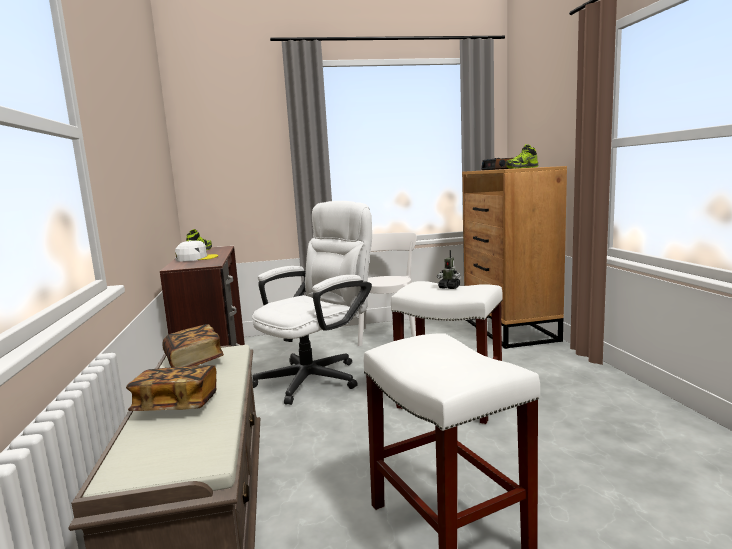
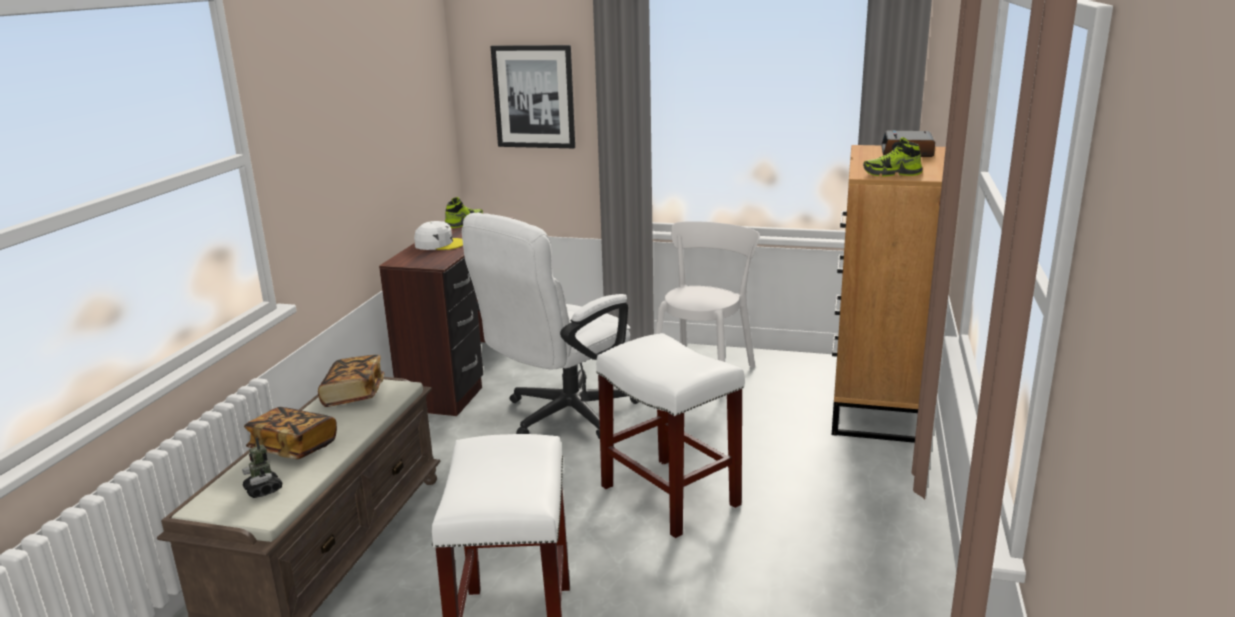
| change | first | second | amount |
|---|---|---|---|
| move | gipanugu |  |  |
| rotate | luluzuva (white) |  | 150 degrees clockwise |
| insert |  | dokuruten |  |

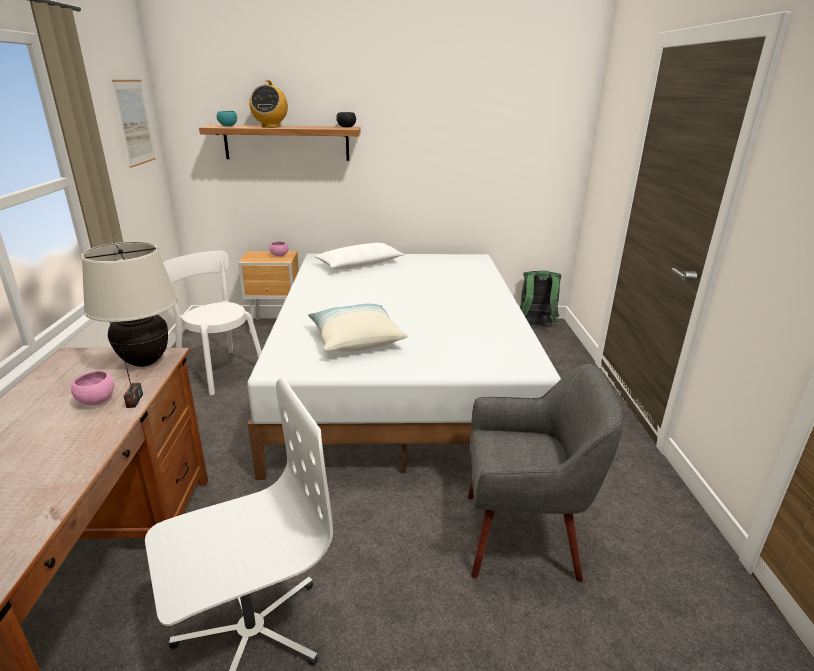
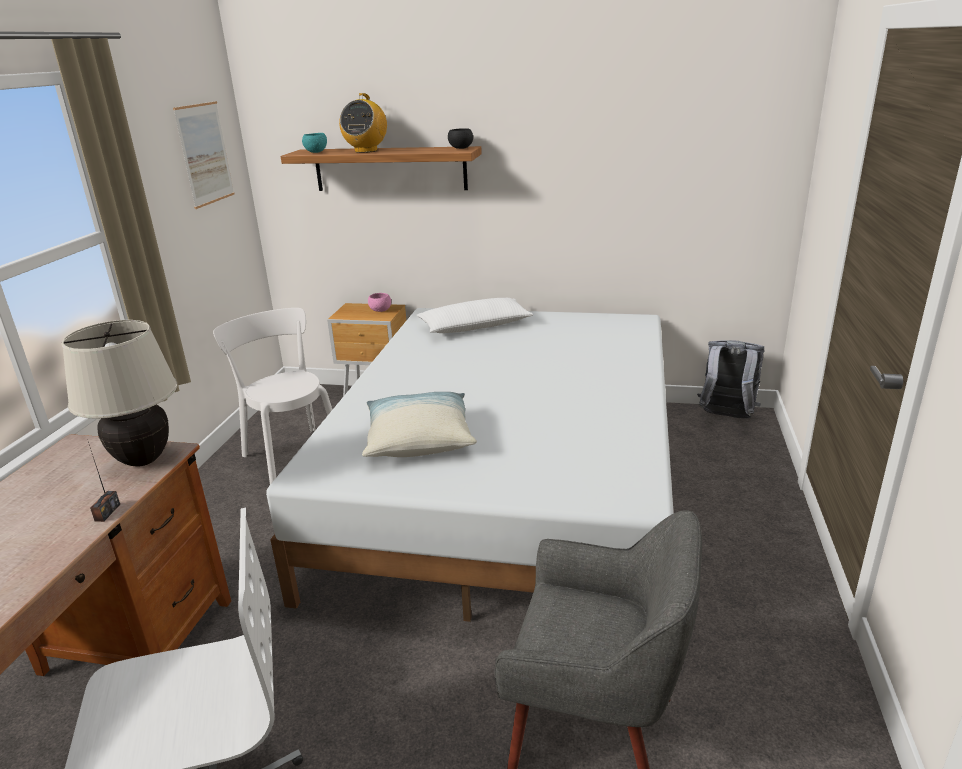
| change | first | second | amount |
|---|---|---|---|
| recolor | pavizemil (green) | pavizemil (grey) |  |
| delete | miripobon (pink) (1st from left) |  |  |

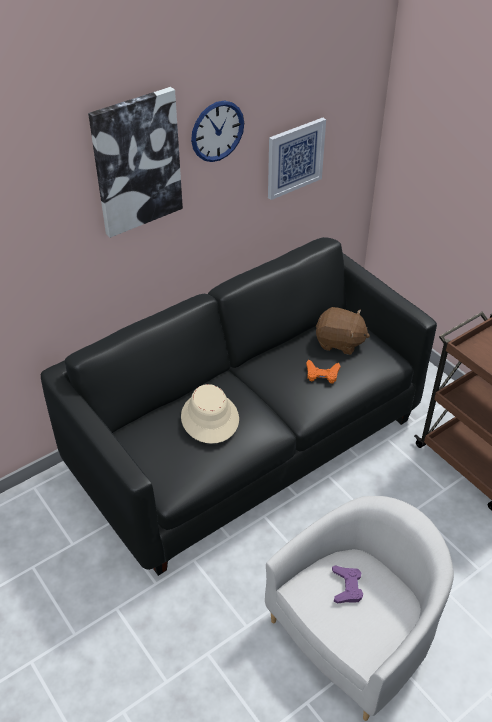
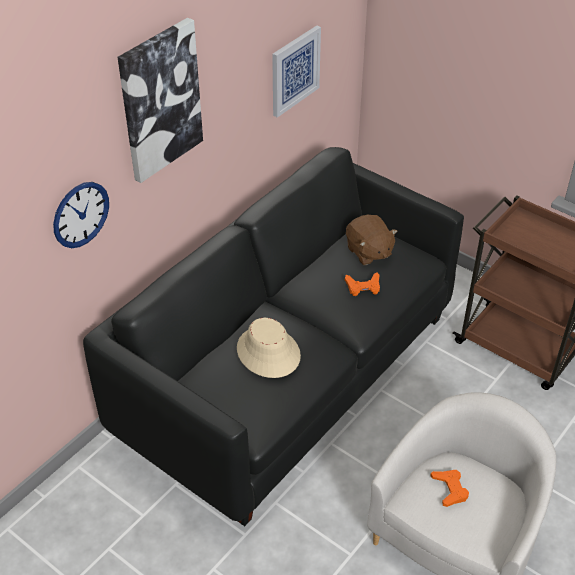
| change | first | second | amount |
|---|---|---|---|
| move | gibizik |  |  |
| rotate | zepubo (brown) |  | 60 degrees clockwise |
| recolor | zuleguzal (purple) | zuleguzal (orange) (2nd from left) |  |

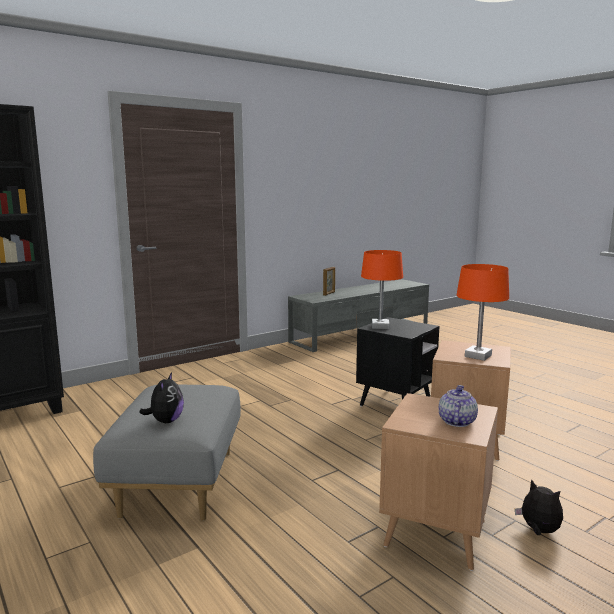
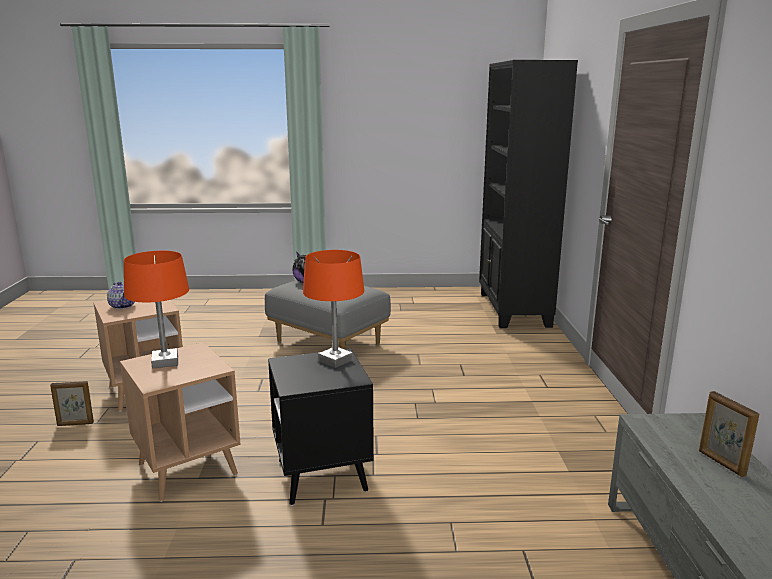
| change | first | second | amount |
|---|---|---|---|
| replace | zepubo (2nd from left) | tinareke (1st from left) |  |

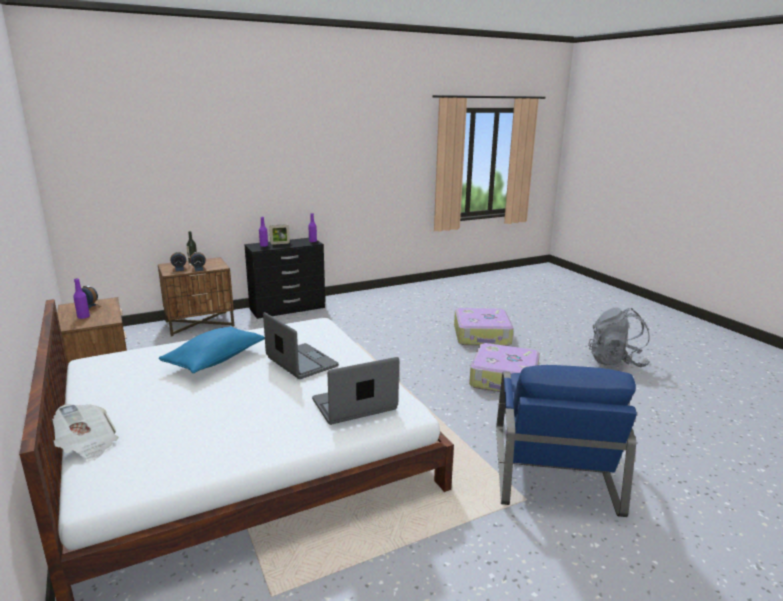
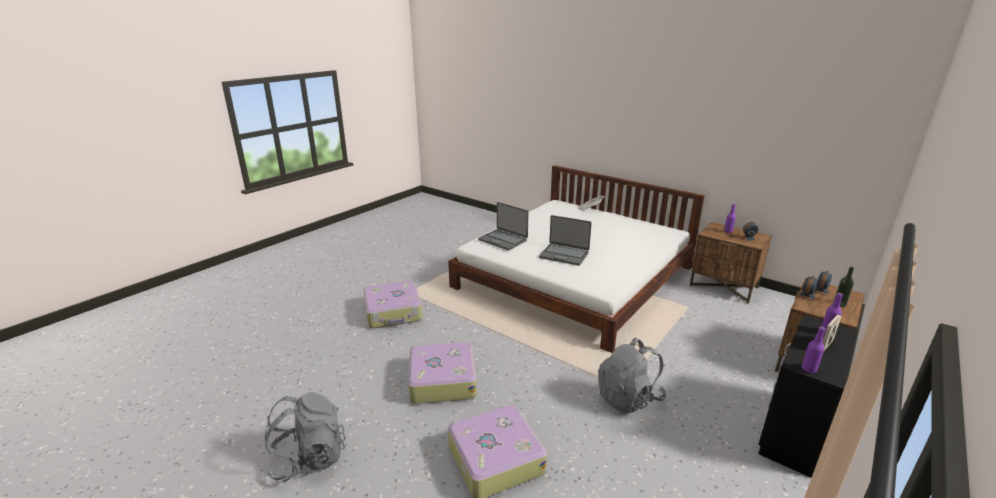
| change | first | second | amount |
|---|---|---|---|
| replace | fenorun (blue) | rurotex (1st from left) |  |
| rotate | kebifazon (2nd from left in the first image) | kebifazon (1st from left) | 90 degrees clockwise |
| insert |  | pavizemil (grey) (2nd from left) |  |
| delete | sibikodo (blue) |  |  |

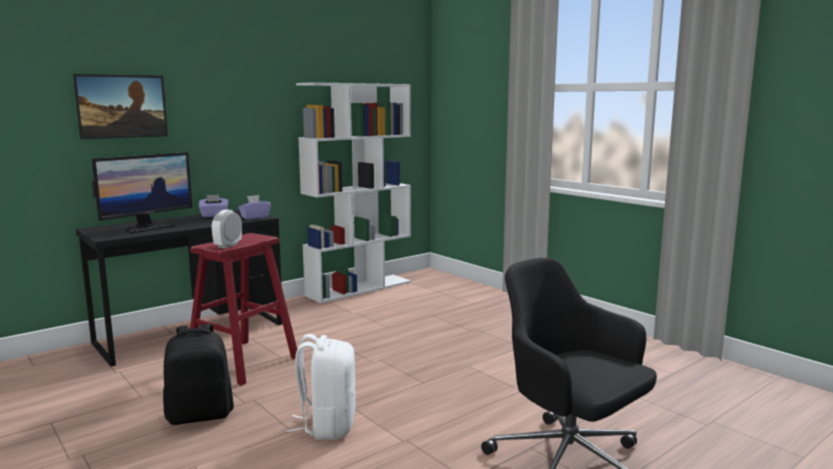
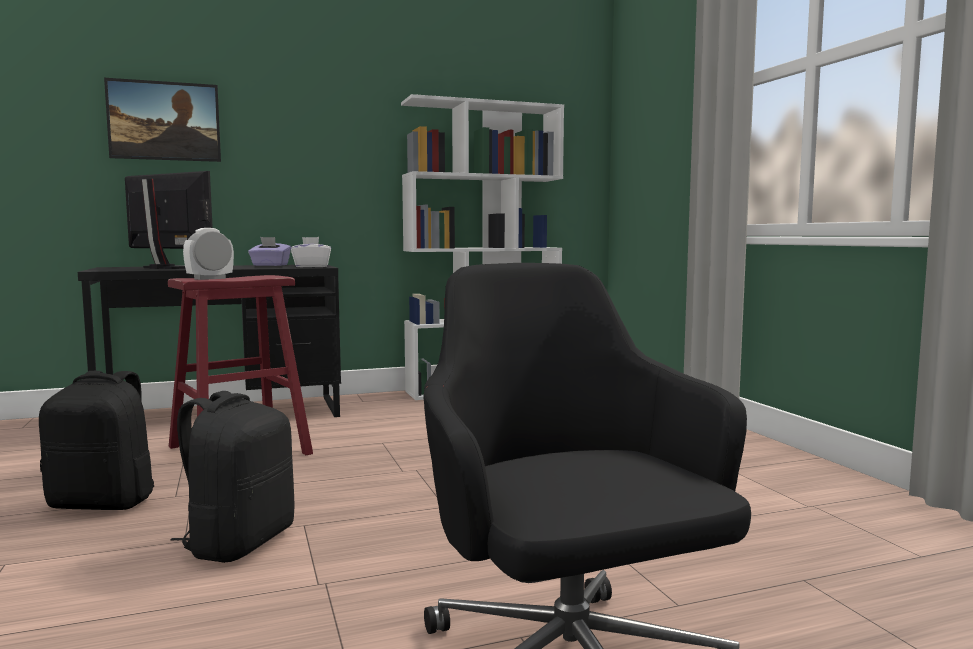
| change | first | second | amount |
|---|---|---|---|
| rotate | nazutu |  | 120 degrees counterclockwise |
| recolor | pavizemil (white) | pavizemil (black) (2nd from left) |  |
| recolor | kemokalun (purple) (2nd from left) | kemokalun (white) |  |

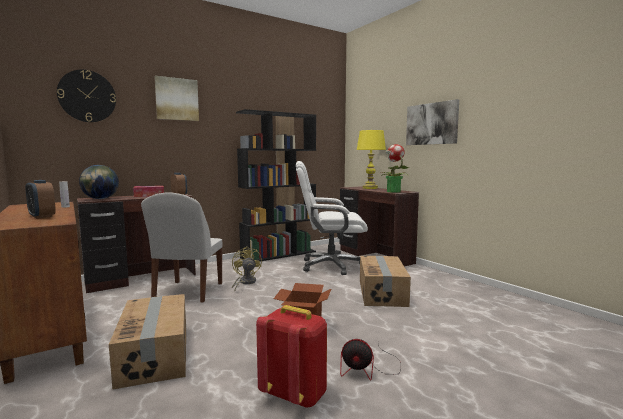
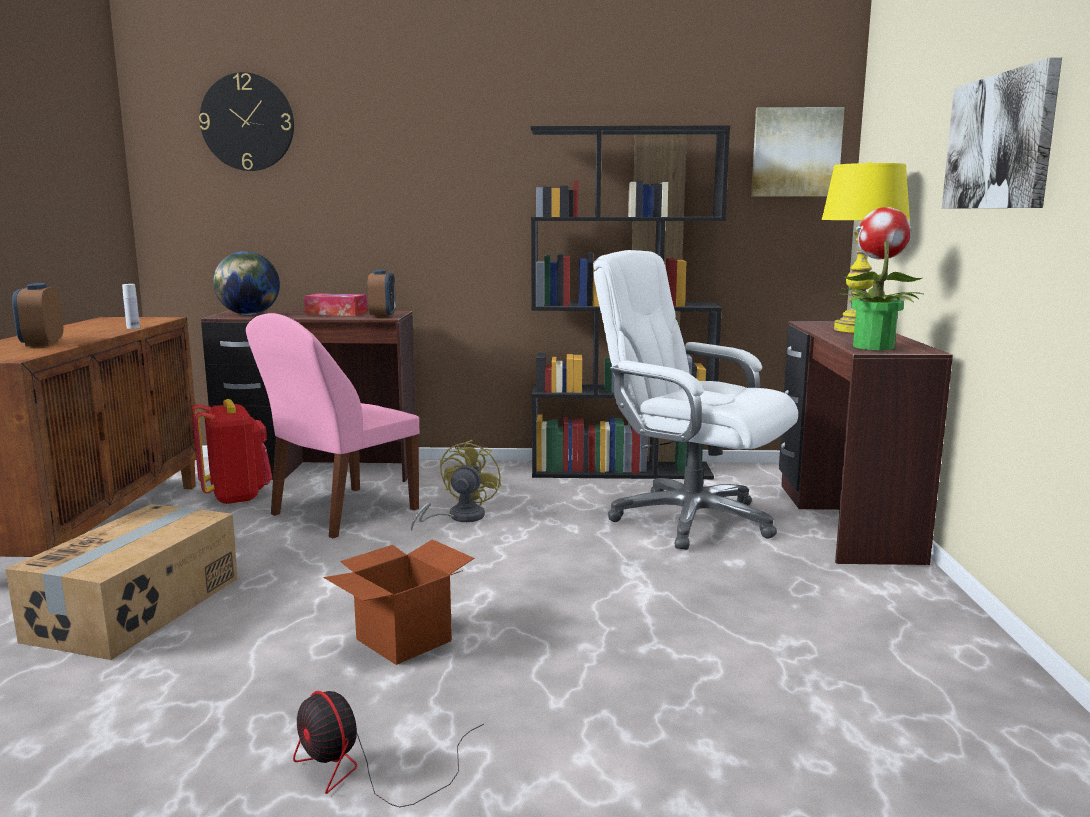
| change | first | second | amount |
|---|---|---|---|
| move | pavizemil (red) |  |  |
| recolor | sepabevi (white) | sepabevi (pink) |  |
| move | dokuruten (1st from left) |  |  |
| delete | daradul (3rd from left) |  |  |

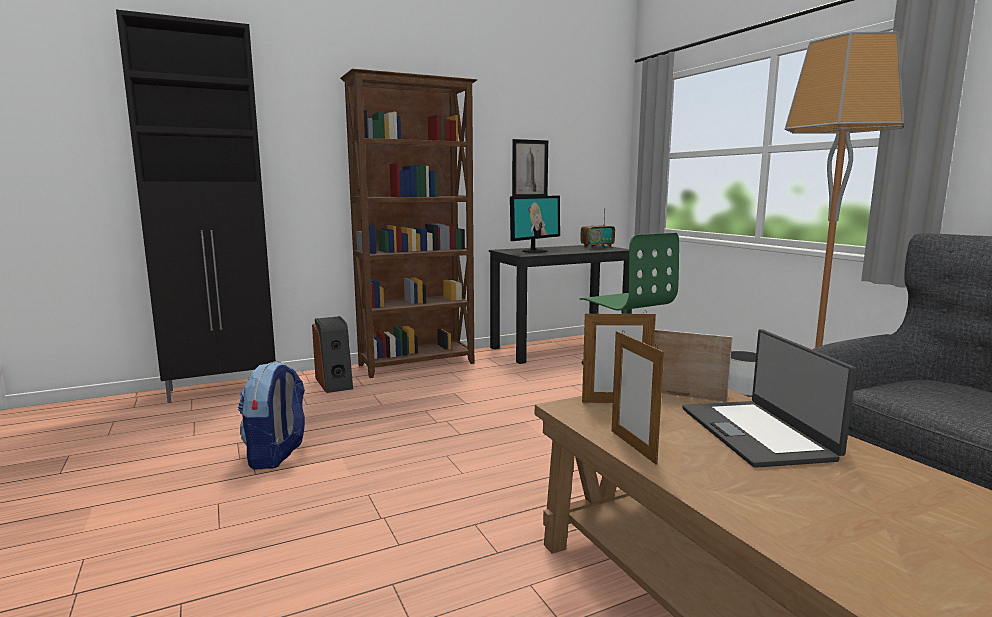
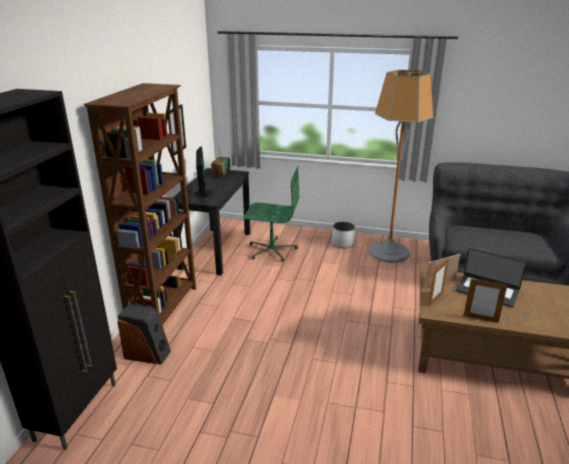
| change | first | second | amount |
|---|---|---|---|
| delete | pavizemil |  |  |

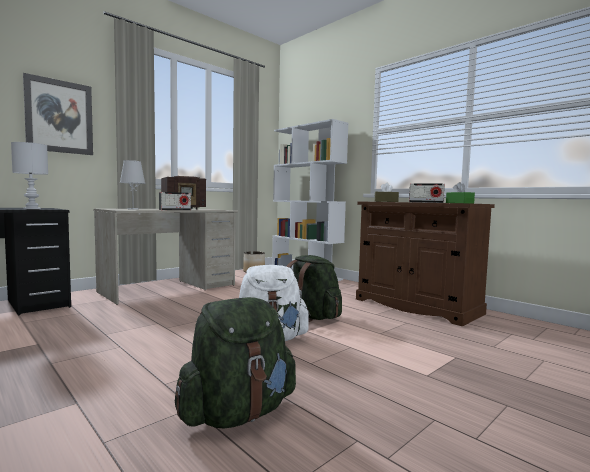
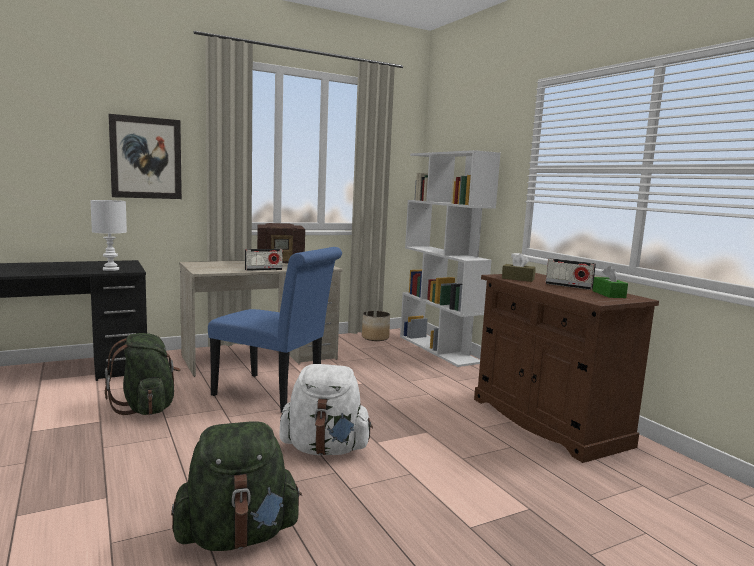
| change | first | second | amount |
|---|---|---|---|
| move | pavizemil (green) (2nd from left in the first image) | pavizemil (green) (1st from left) |  |
| insert |  | sepabevi (blue) |  |
| delete | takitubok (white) (2nd from left) |  |  |

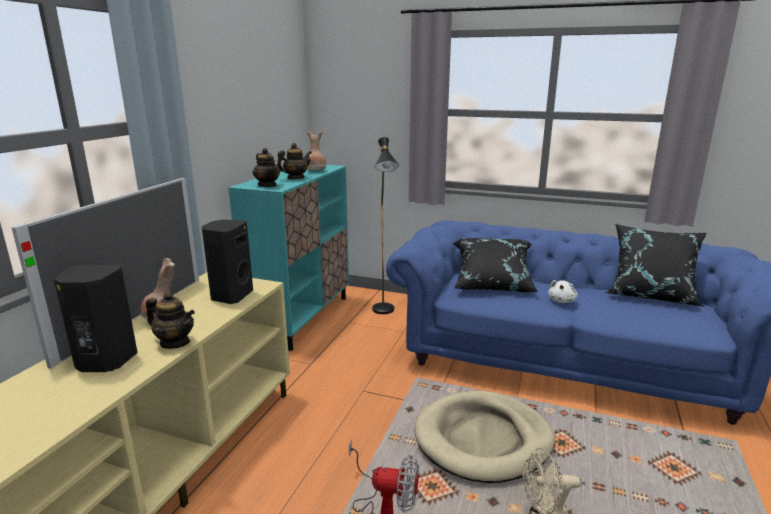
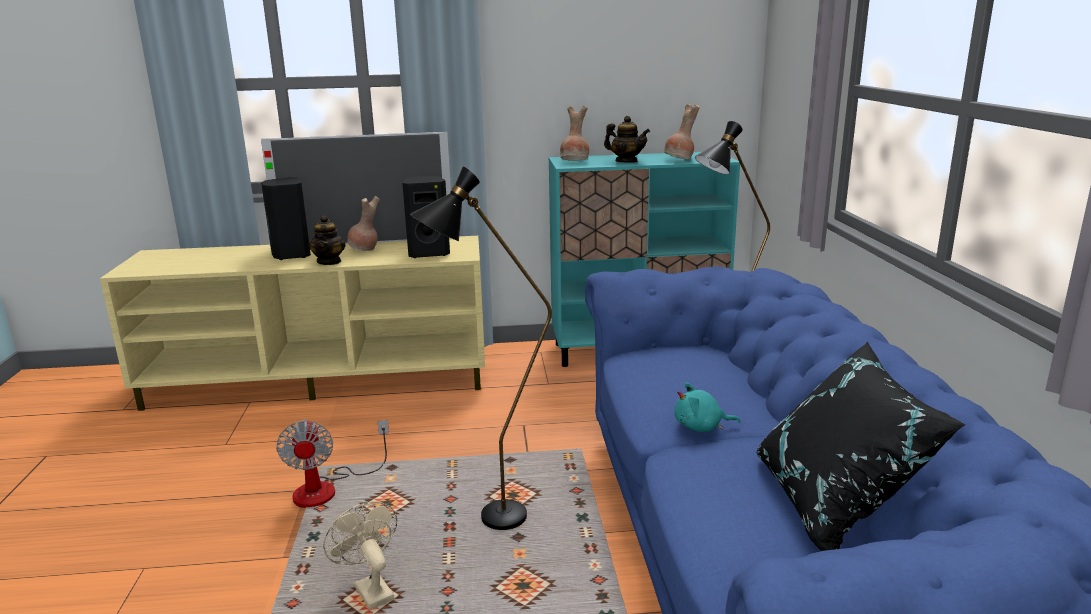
| change | first | second | amount |
|---|---|---|---|
| replace | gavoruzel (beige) | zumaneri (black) (1st from left) |  |
| replace | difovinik (2nd from left) | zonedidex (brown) (2nd from left) |  |
| recolor | zepubo (white) | zepubo (turquoise) |  |
| delete | sibikodo (black) (1st from left) |  |  |

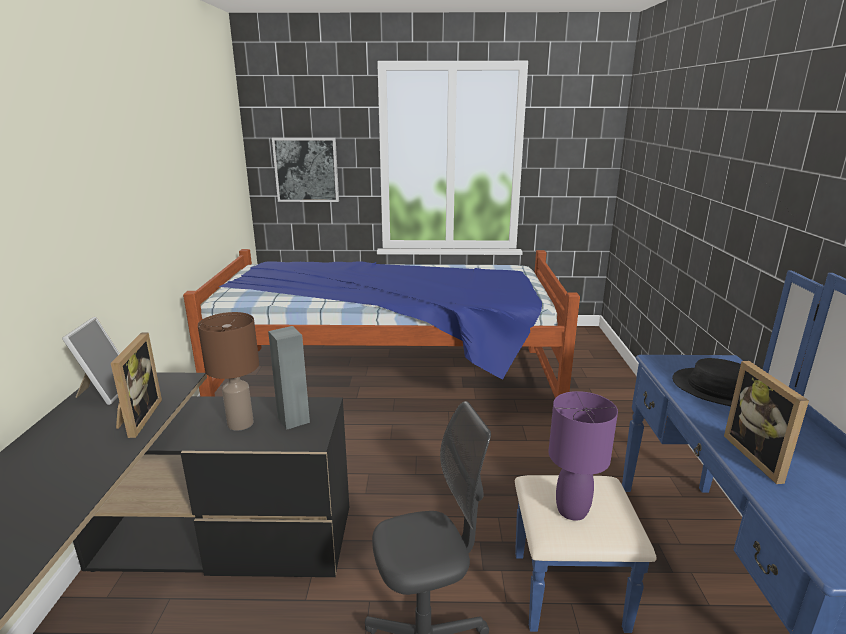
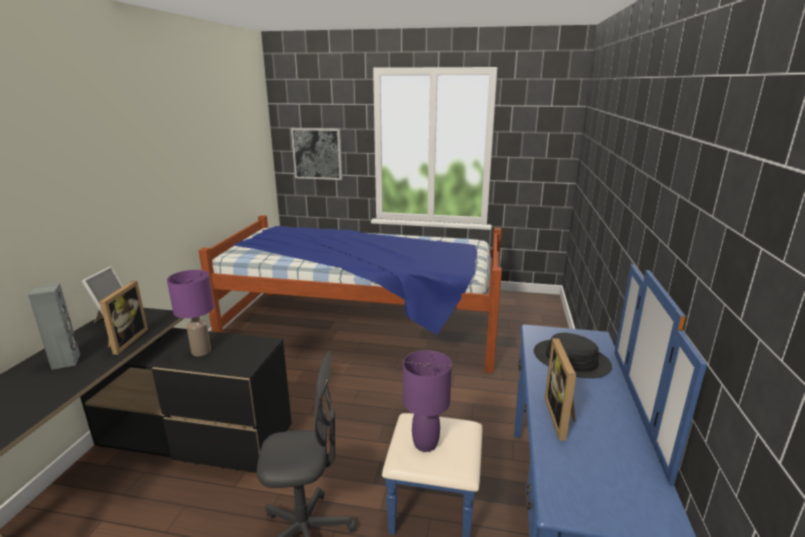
| change | first | second | amount |
|---|---|---|---|
| move | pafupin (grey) |  |  |
| recolor | takitubok (brown) | takitubok (purple) (1st from left) |  |

